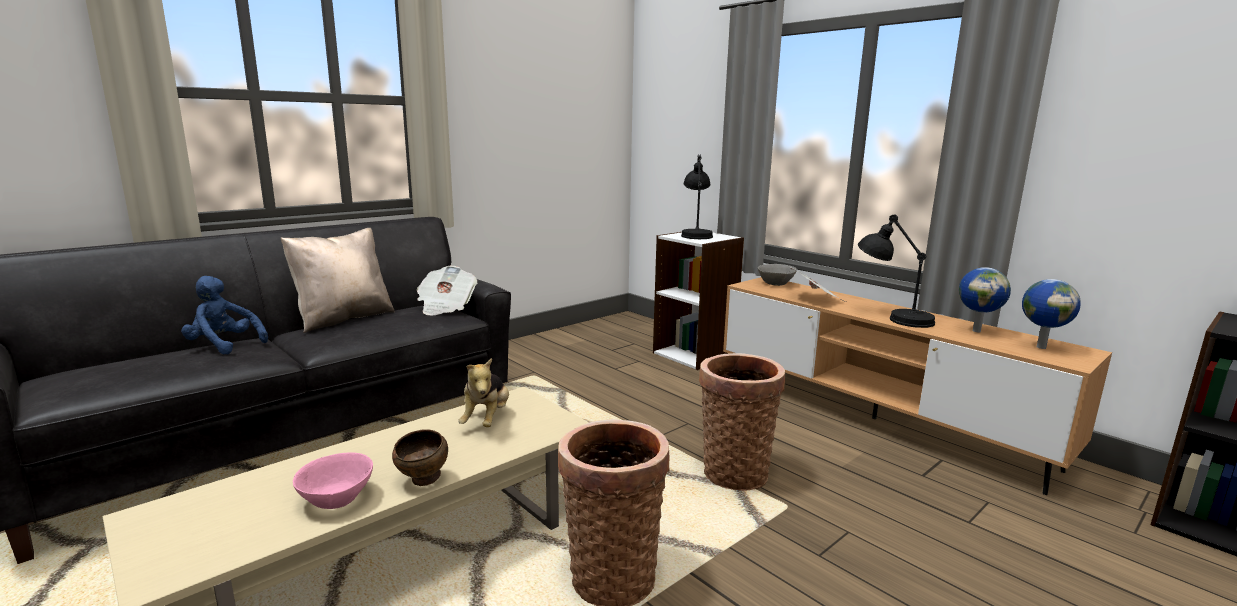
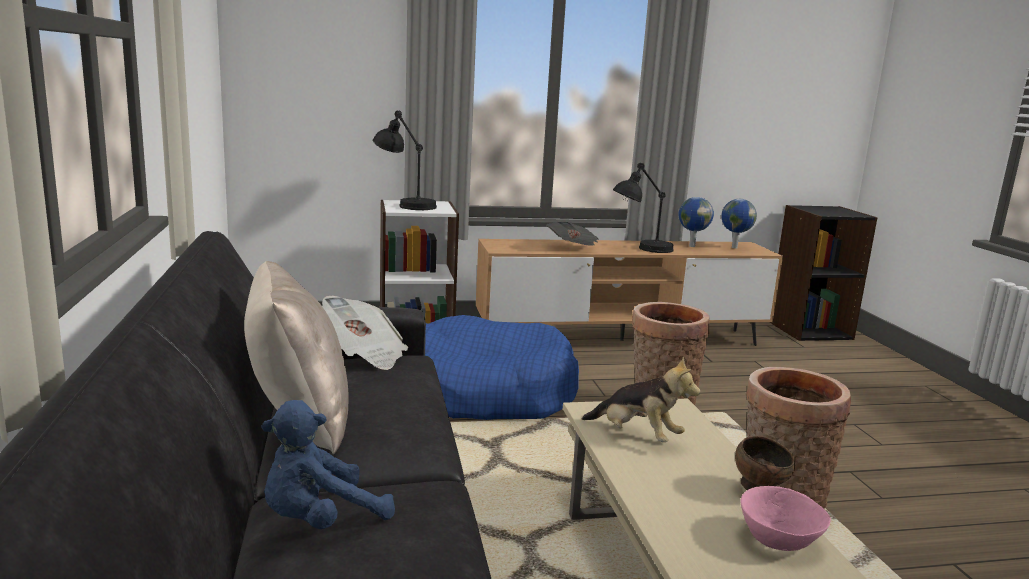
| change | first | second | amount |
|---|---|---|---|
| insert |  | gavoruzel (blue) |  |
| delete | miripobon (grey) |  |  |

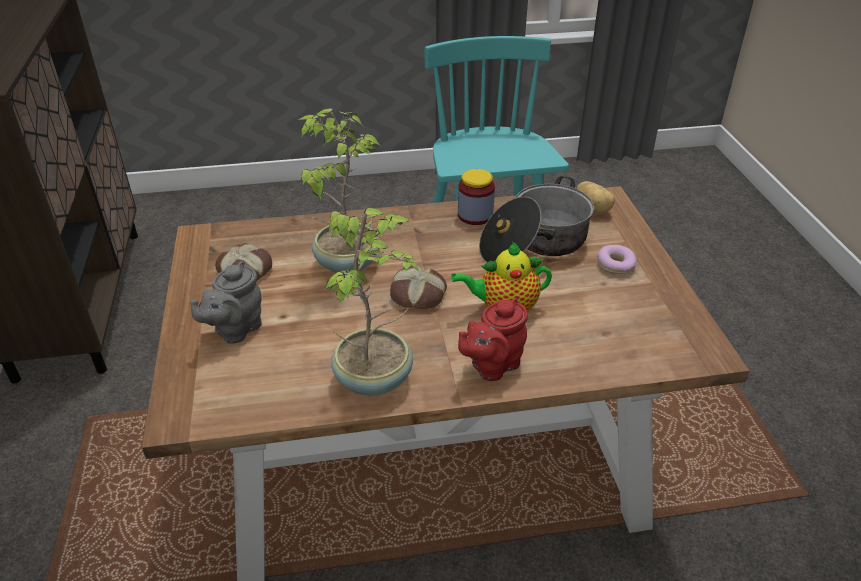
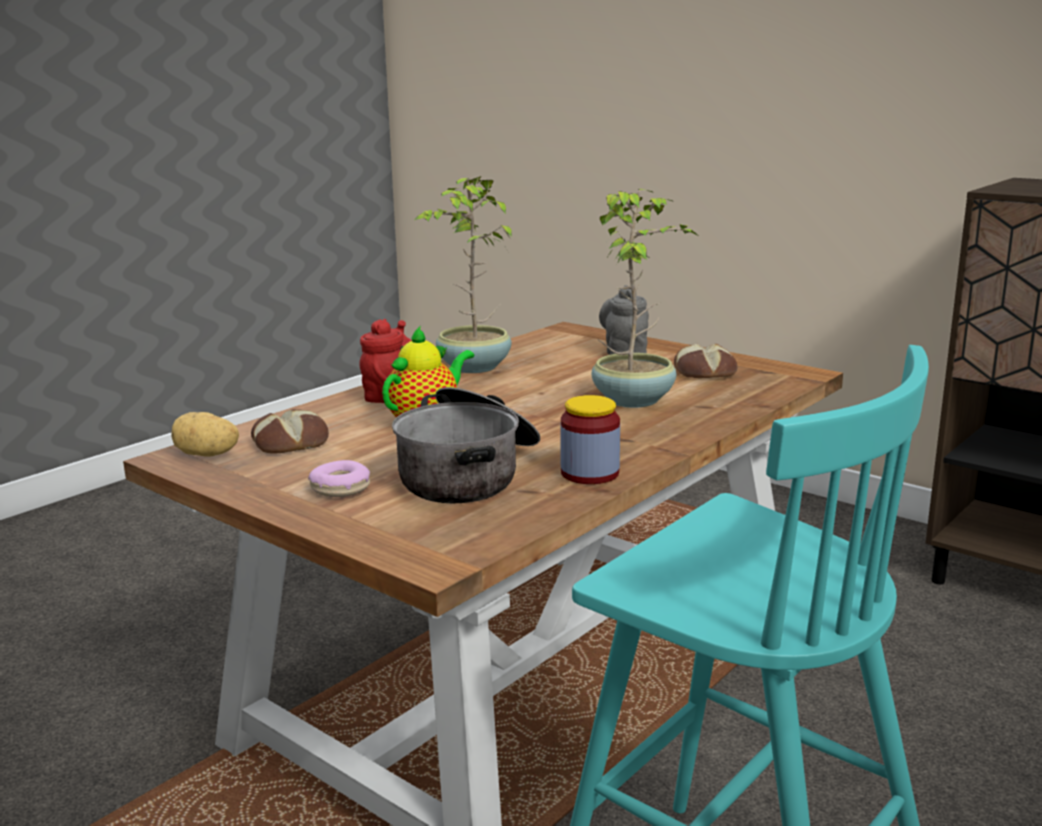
| change | first | second | amount |
|---|---|---|---|
| move | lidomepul |  |  |
| move | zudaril (2nd from left in the first image) | zudaril (1st from left) |  |

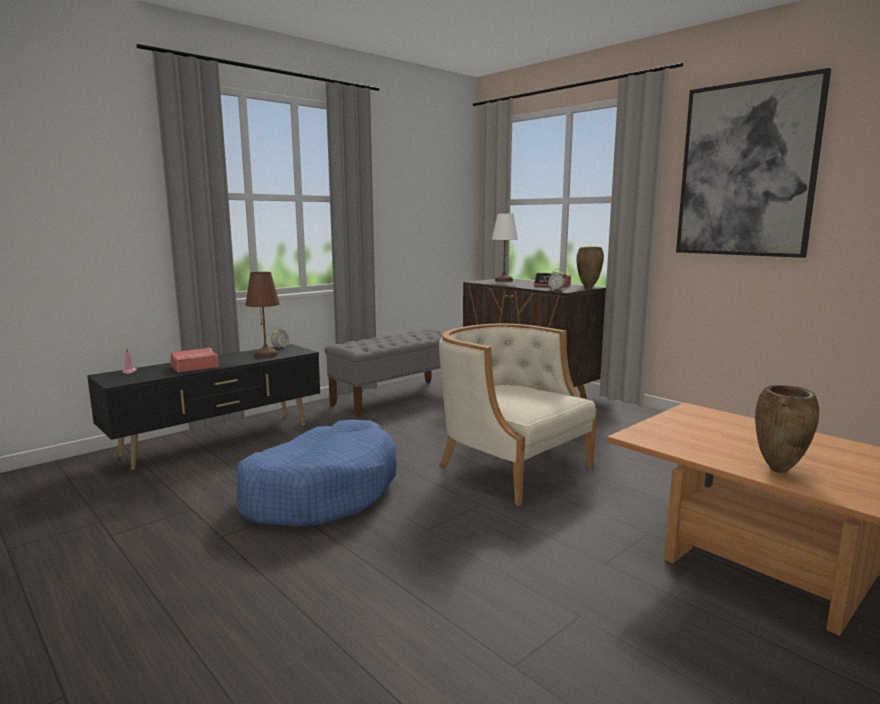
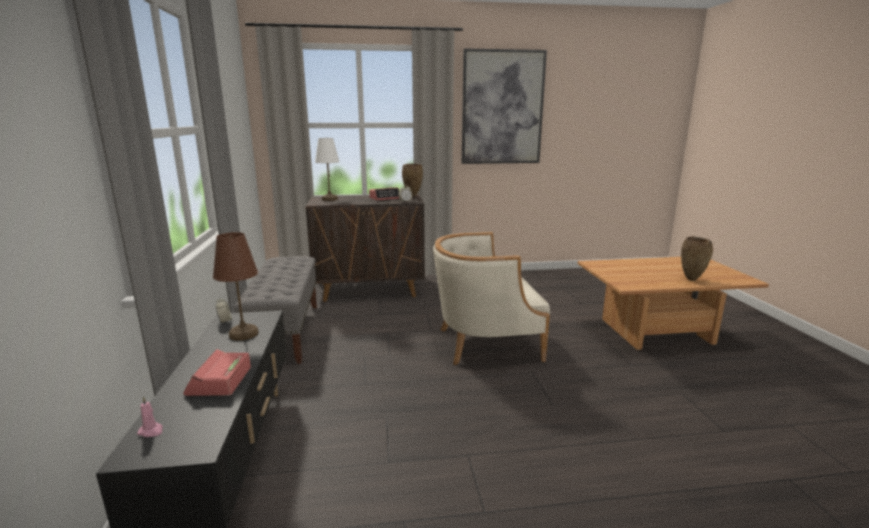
| change | first | second | amount |
|---|---|---|---|
| delete | gavoruzel (blue) |  |  |

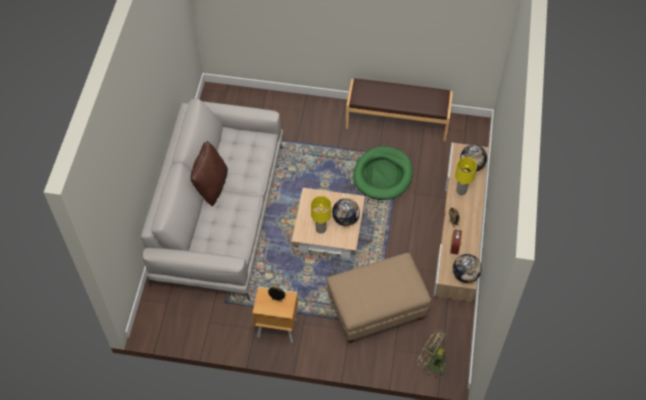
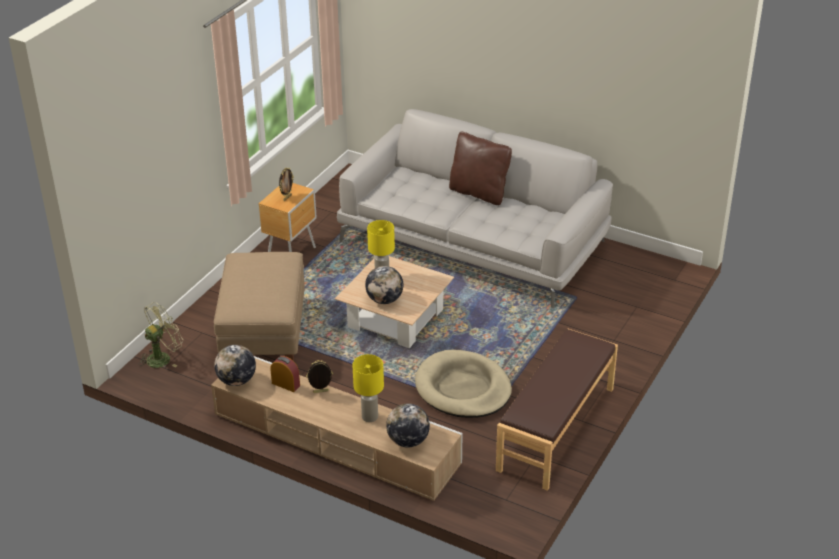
| change | first | second | amount |
|---|---|---|---|
| recolor | gavoruzel (green) | gavoruzel (beige) |  |

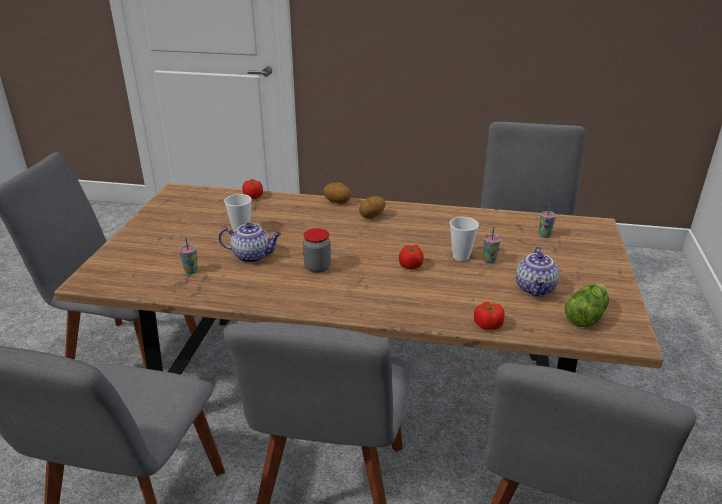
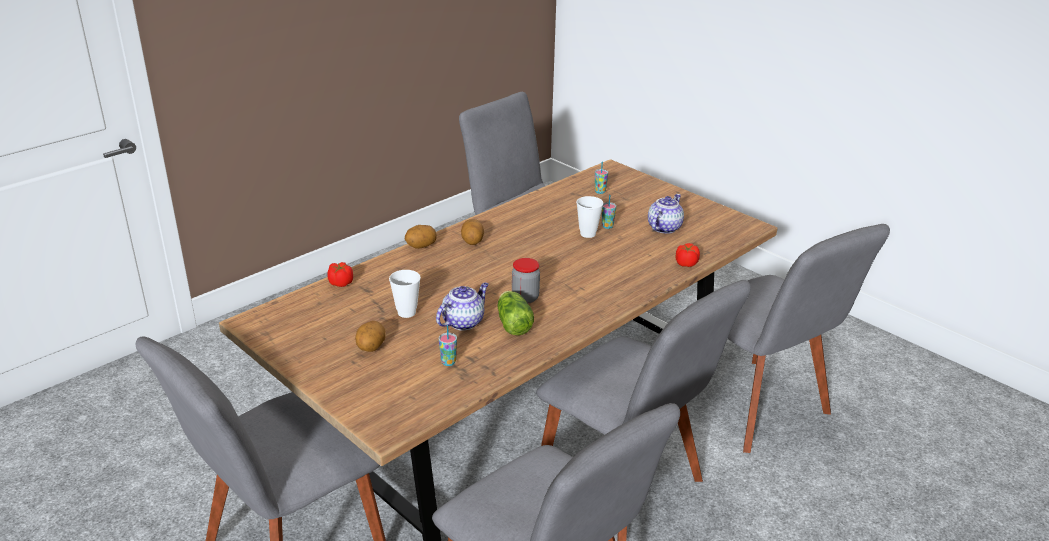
| change | first | second | amount |
|---|---|---|---|
| insert |  | lidomepul (1st from left) |  |
| move | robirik |  |  |
| rotate | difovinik (2nd from left) |  | 105 degrees counterclockwise |
| delete | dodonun (2nd from left) |  |  |

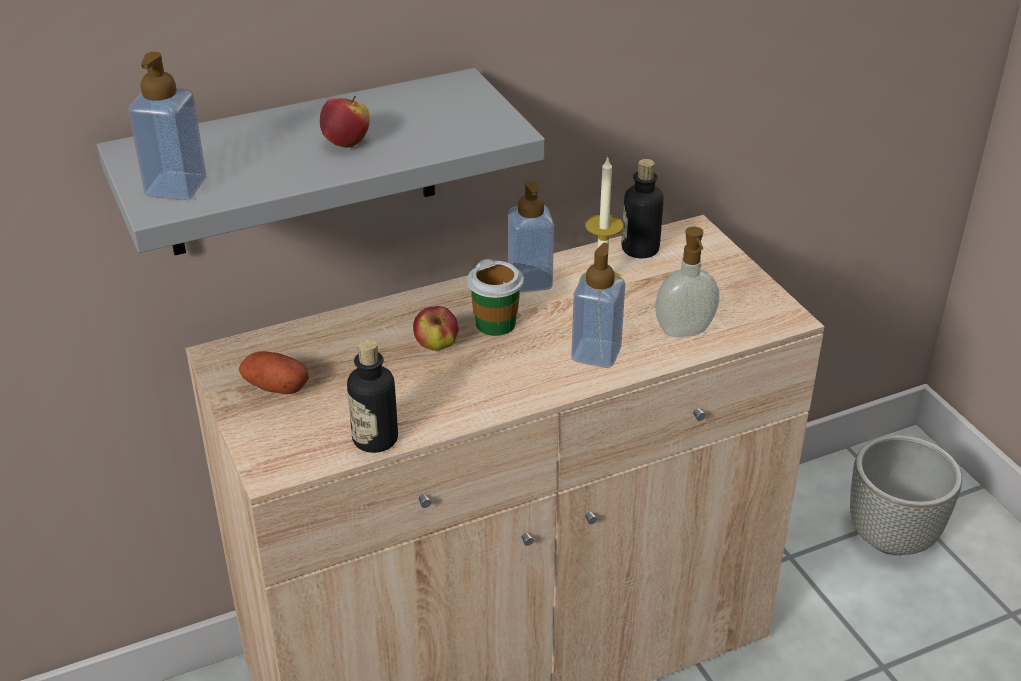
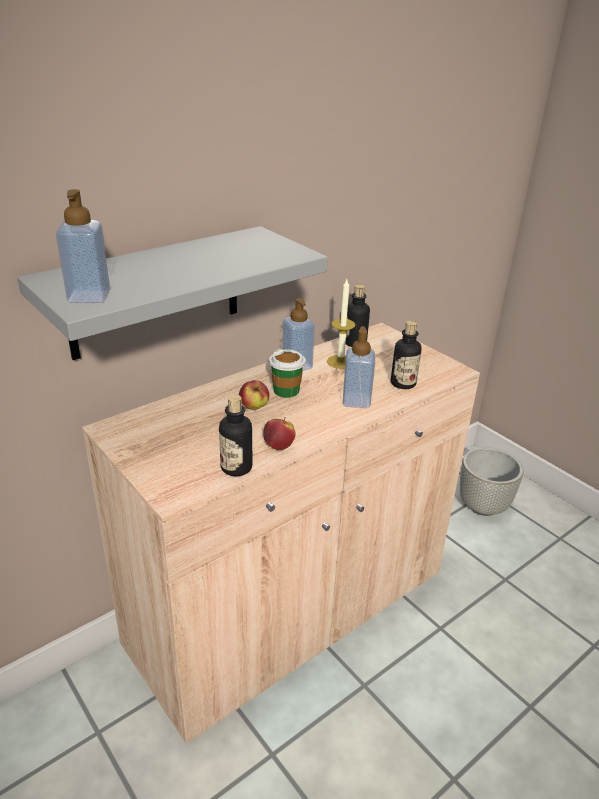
| change | first | second | amount |
|---|---|---|---|
| move | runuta (1st from left in the first image) | runuta (2nd from left) |  |
| replace | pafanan (4th from left) | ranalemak (3rd from left) |  |
| delete | lidomepul |  |  |

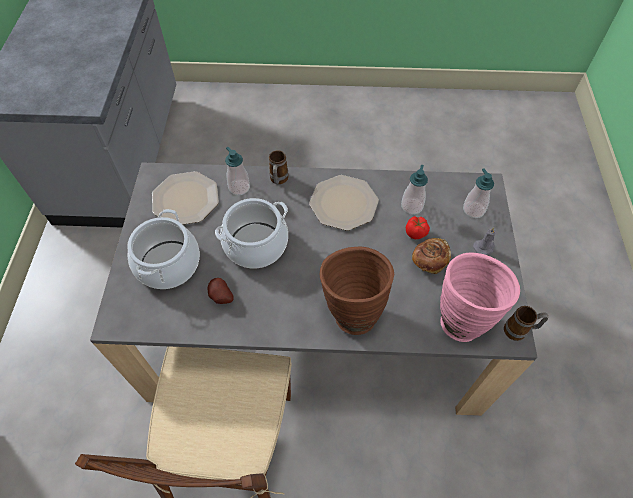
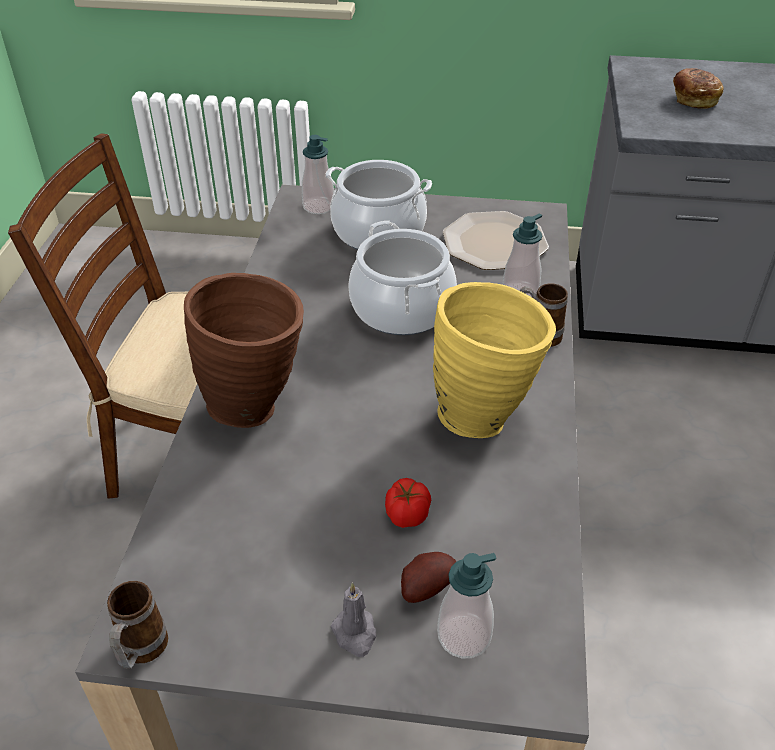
| change | first | second | amount |
|---|---|---|---|
| move | pafanan (2nd from left in the first image) | pafanan (1st from left) |  |
| move | lidomepul |  |  |
| replace | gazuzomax (2nd from left) | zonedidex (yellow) |  |
| move | zudaril |  |  |
| delete | zonedidex (pink) |  |  |

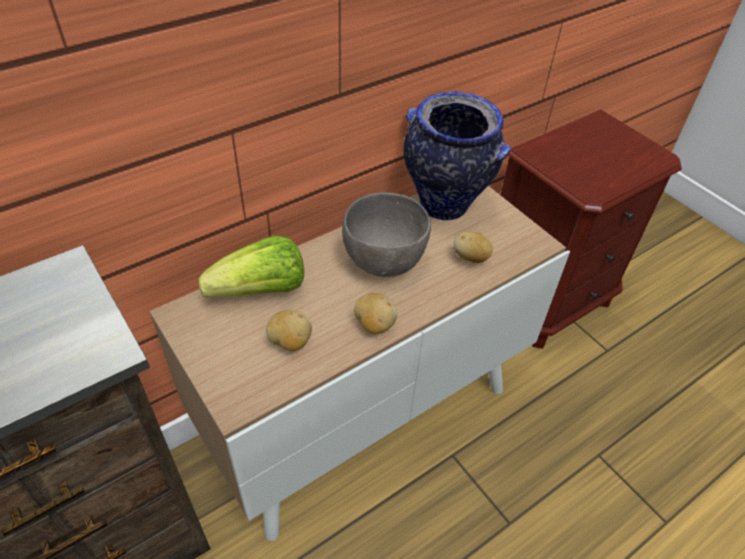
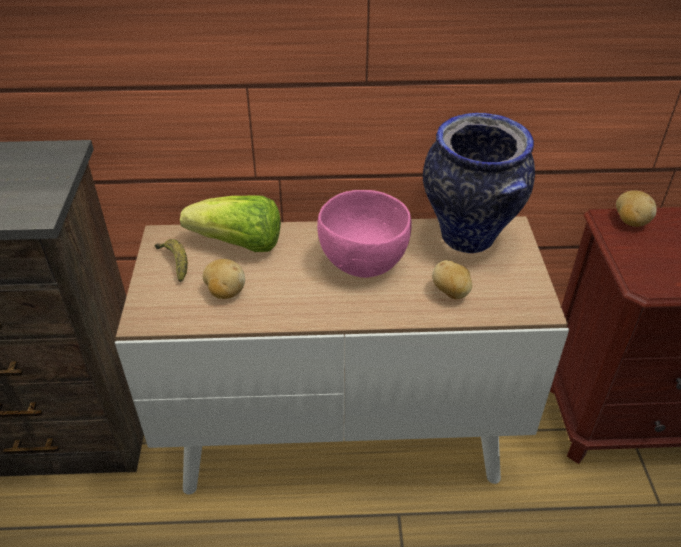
| change | first | second | amount |
|---|---|---|---|
| insert |  | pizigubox |  |
| recolor | miripobon (grey) | miripobon (pink) |  |
| move | lidomepul (2nd from left in the first image) | lidomepul (3rd from left) |  |

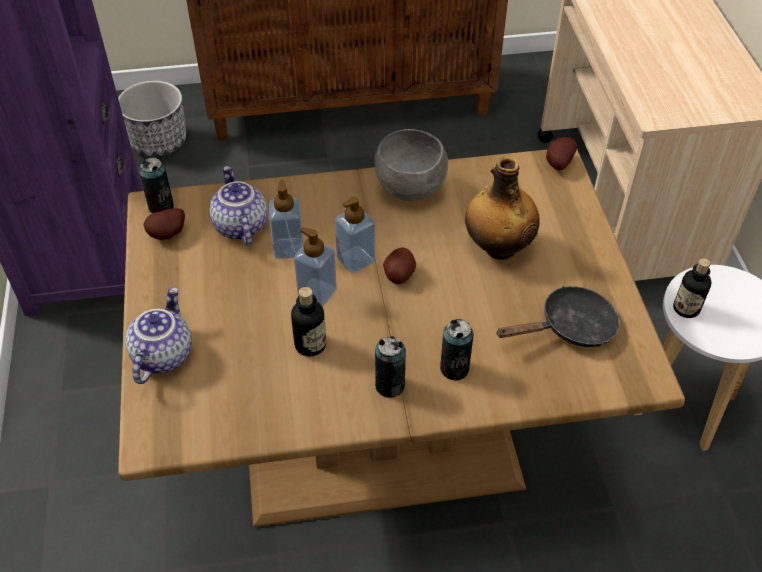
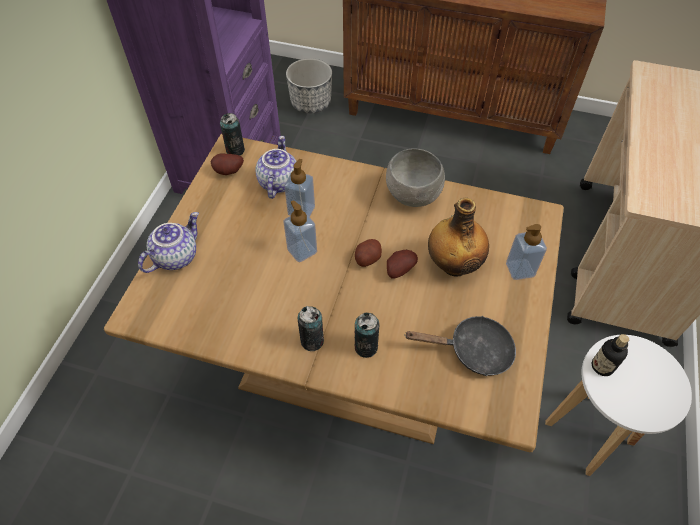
| change | first | second | amount |
|---|---|---|---|
| move | lidomepul (3rd from left) |  |  |
| move | pafanan (3rd from left) |  |  |
| delete | ranalemak (1st from left) |  |  |

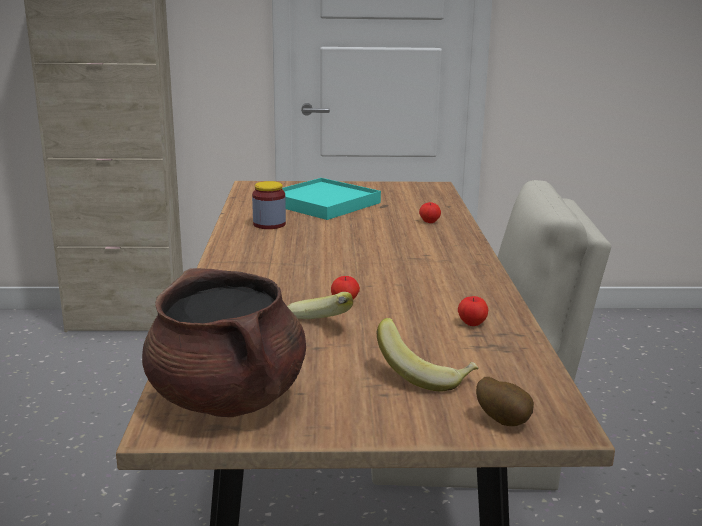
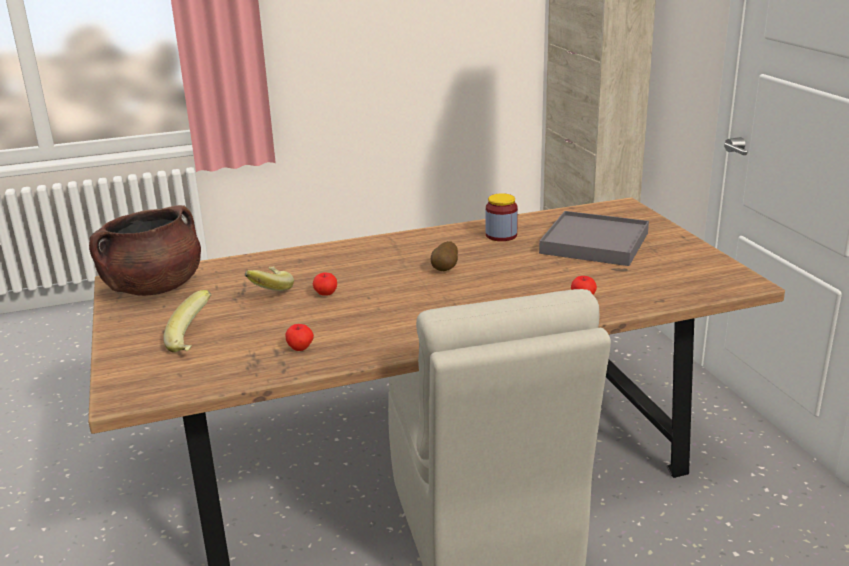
| change | first | second | amount |
|---|---|---|---|
| move | lidomepul |  |  |
| recolor | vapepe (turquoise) | vapepe (grey) |  |

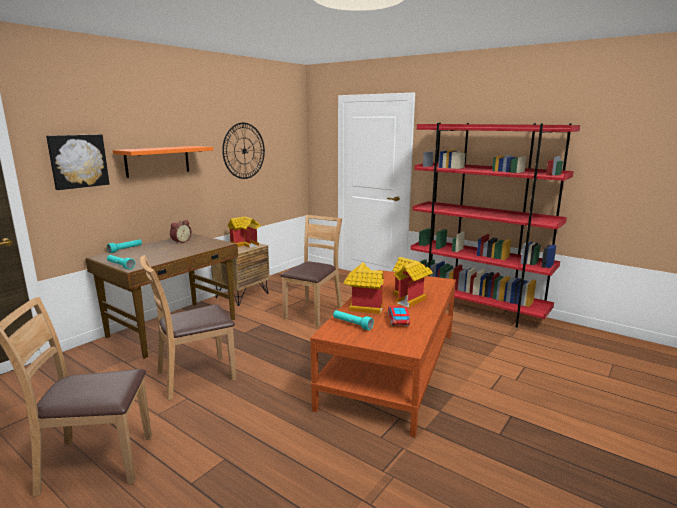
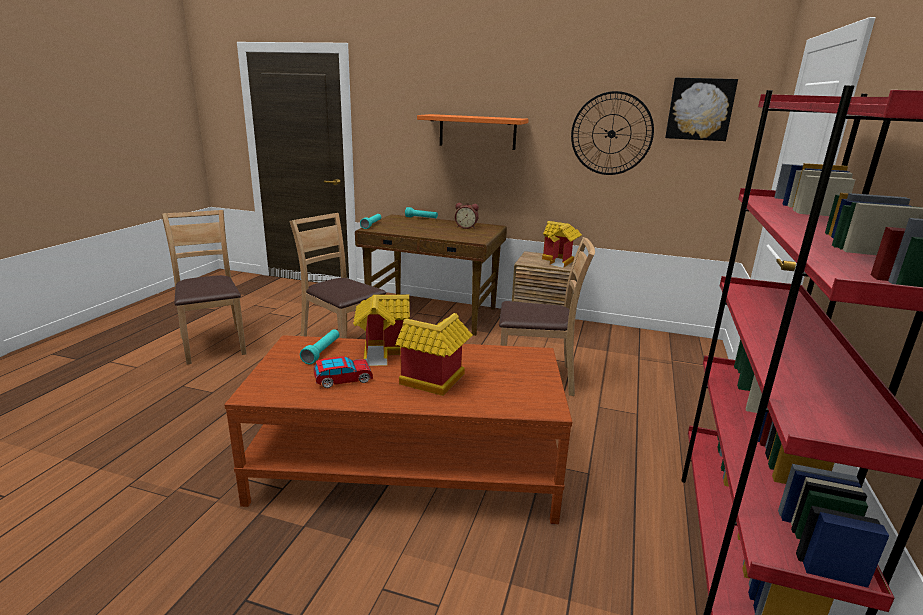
| change | first | second | amount |
|---|---|---|---|
| move | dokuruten |  |  |

